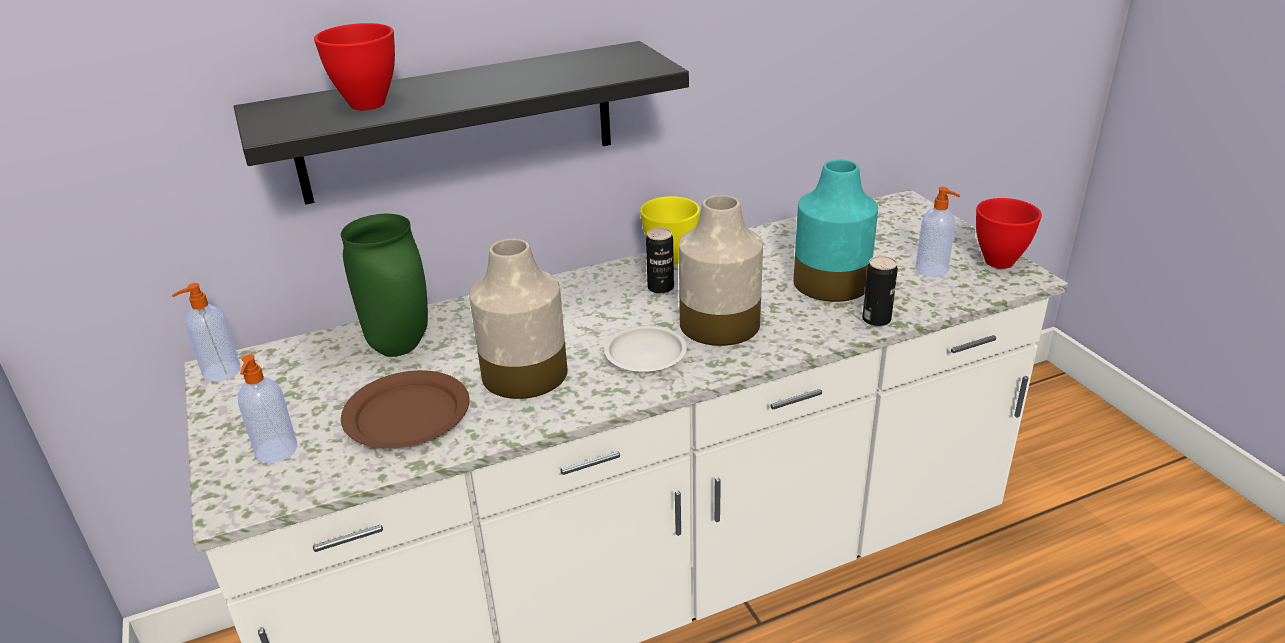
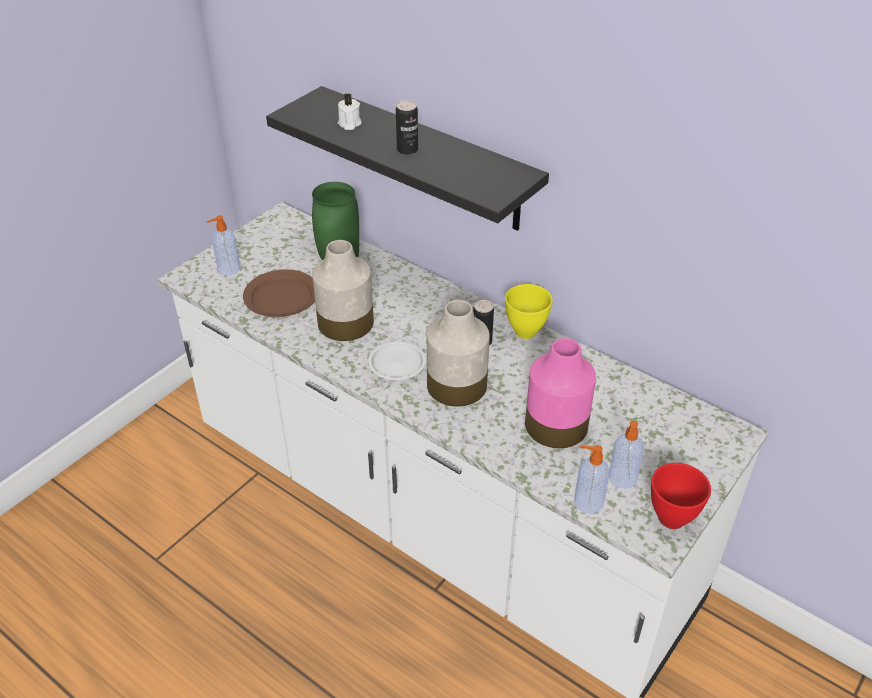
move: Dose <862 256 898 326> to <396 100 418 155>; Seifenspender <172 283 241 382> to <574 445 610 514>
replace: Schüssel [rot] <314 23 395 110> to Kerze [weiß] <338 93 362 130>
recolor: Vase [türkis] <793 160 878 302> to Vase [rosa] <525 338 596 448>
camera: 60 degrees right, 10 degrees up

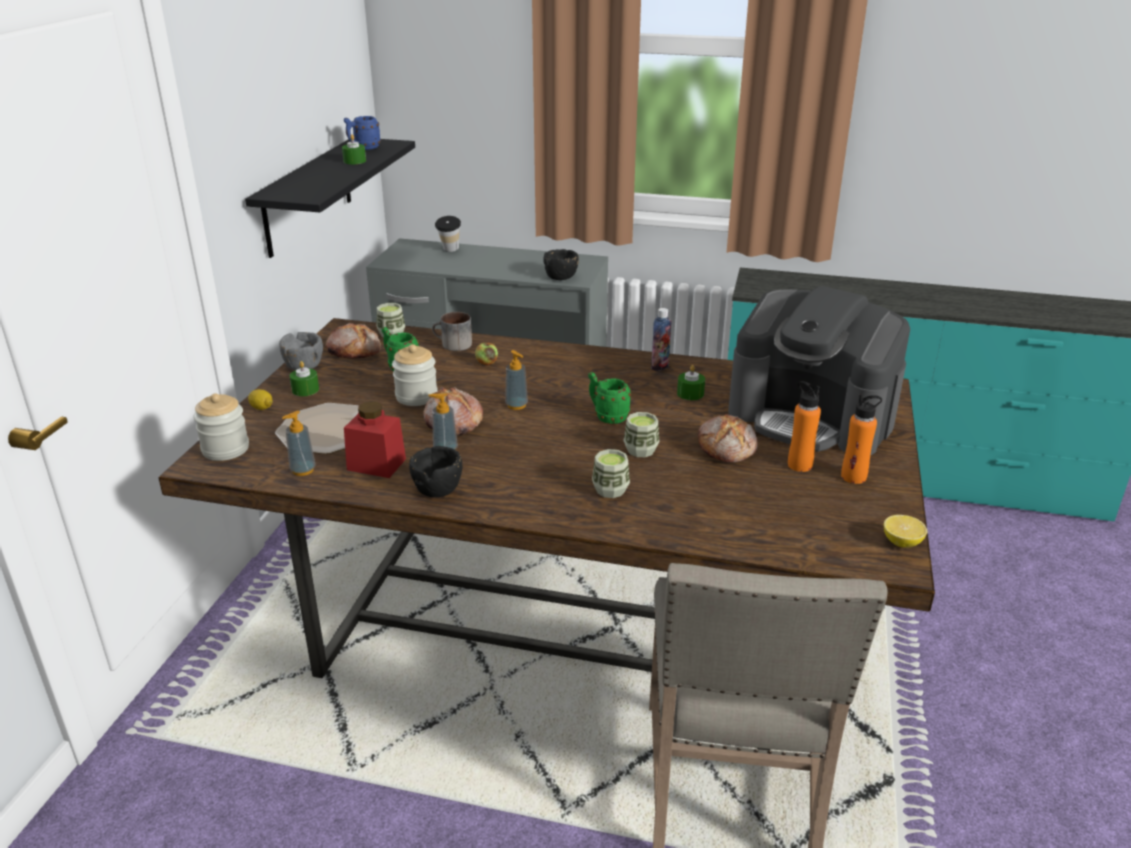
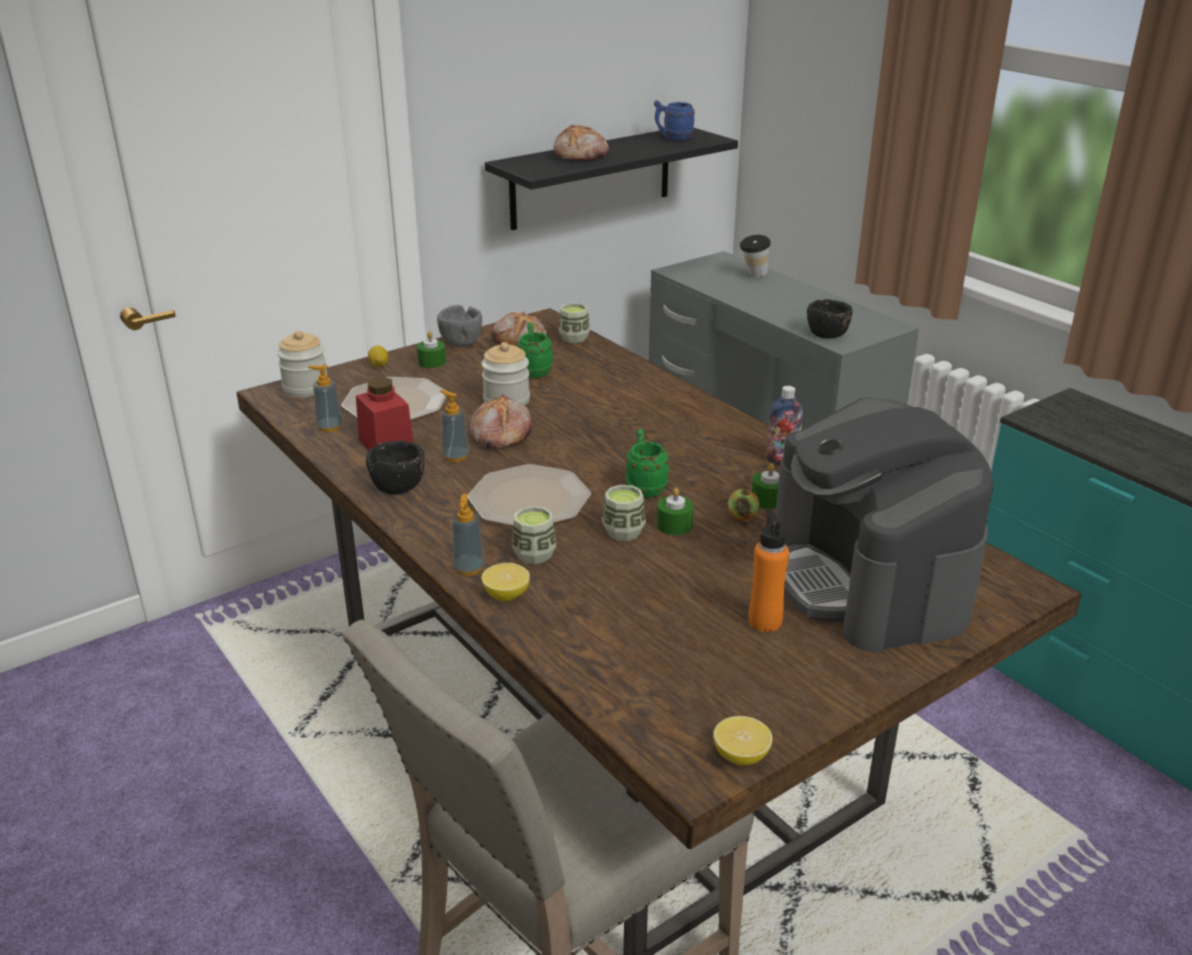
delete: Henkelbecher <432 312 472 351>; Flasche [orange] <841 393 882 484>
insert: Teller <468 464 591 526>; Zitrone <482 563 530 601>
move: Kerze [grün] <342 134 366 164> to <657 488 694 535>; Apfel <475 340 498 365> to <728 487 759 522>; Seifenspender <505 350 528 410> to <452 494 485 576>; Brot <698 414 758 463> to <553 125 609 161>
camera: 40 degrees right, 0 degrees up

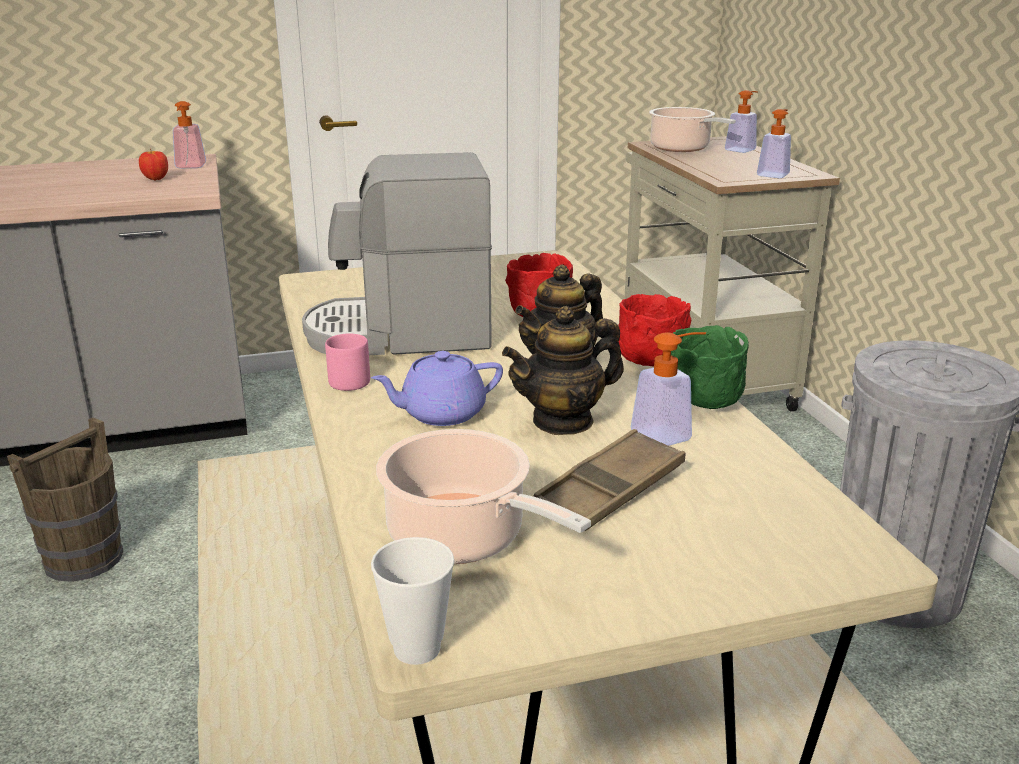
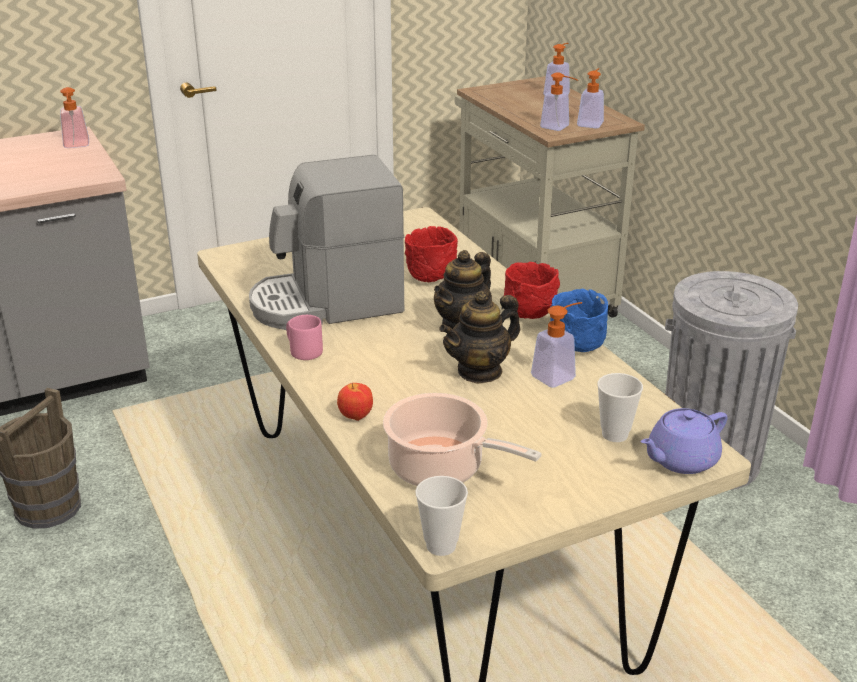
delete: Kochtopf <649 107 736 152>; Tablett [braun] <534 429 685 531>
insert: Seifenspender <540 72 578 131>; Tasse <597 373 643 442>
move: Apfel <139 149 168 181> to <337 383 373 421>; Teekanne [lila] <371 351 503 426> to <641 408 728 474>
recolor: Schüssel [grün] <671 325 749 409> to Schüssel [blau] <550 289 608 352>
camera: 10 degrees left, 5 degrees up

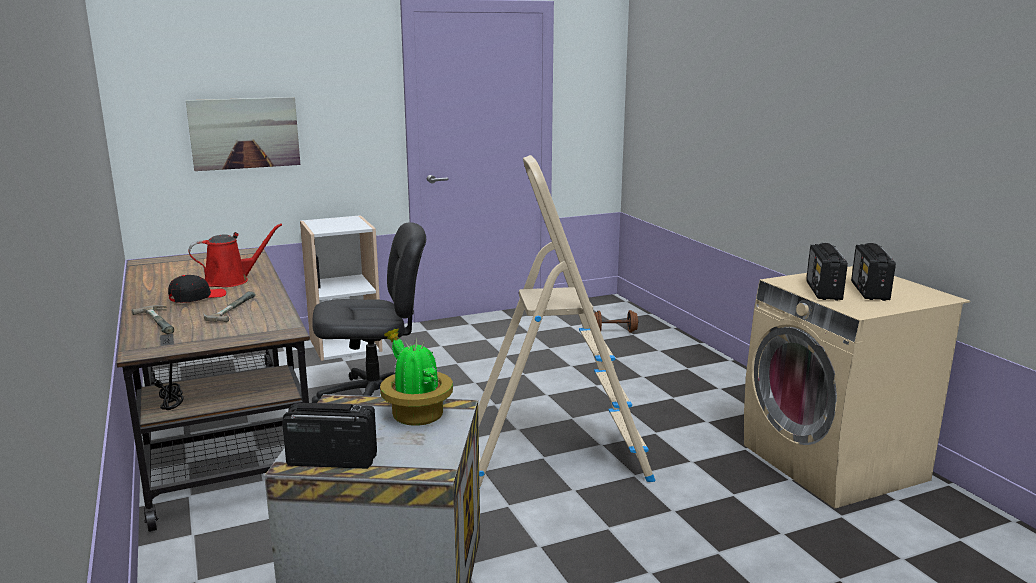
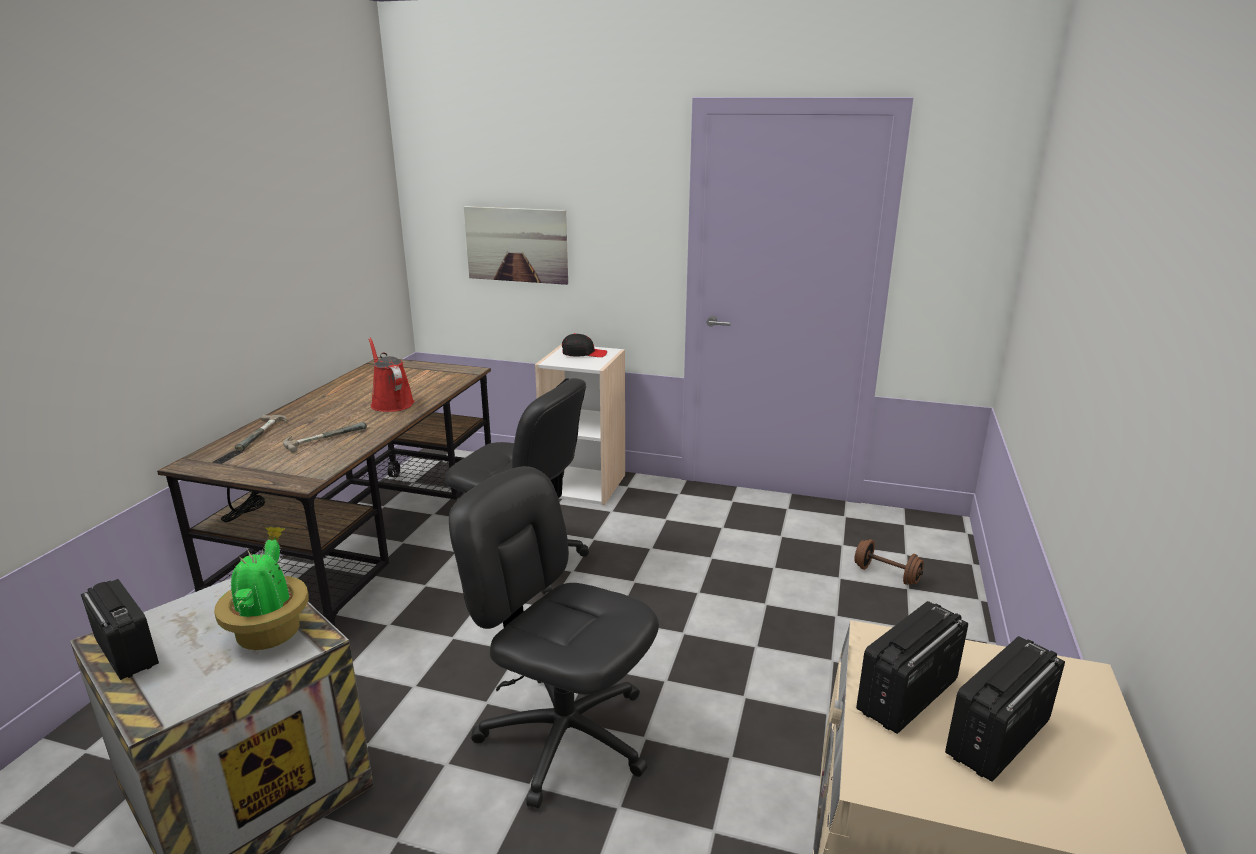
move: Kappe [schwarz] <168 275 226 303> to <562 333 607 357>
replace: Trittleiter [beige] <478 155 656 487> to Bürostuhl [schwarz] <449 466 659 808>
rotate: Gießkanne [rot] <188 223 282 287> = <368 338 414 412> 135 degrees counterclockwise
camera: 40 degrees right, 5 degrees up

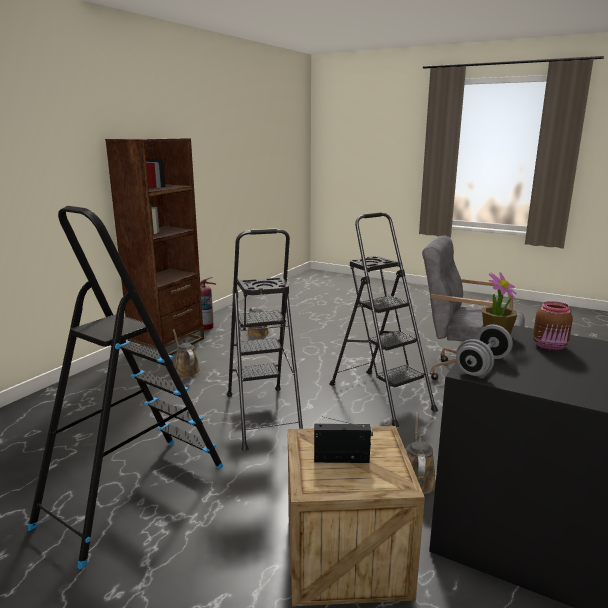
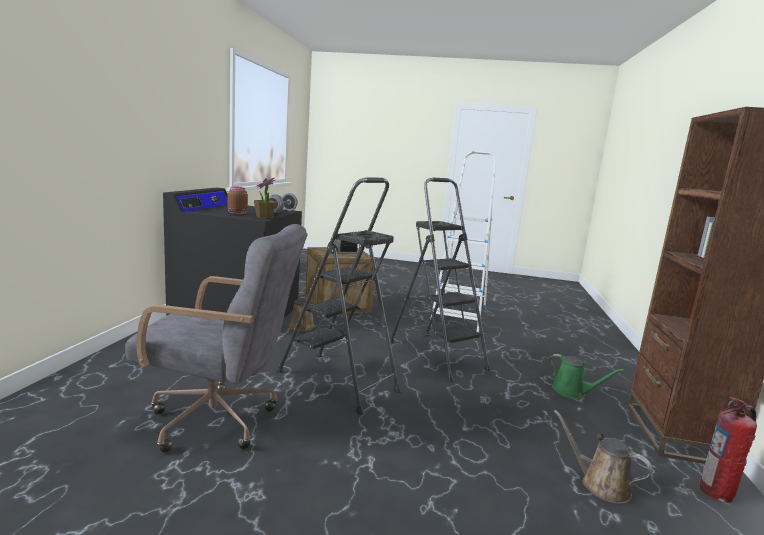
recolor: Trittleiter [schwarz] <28 206 223 569> to Trittleiter [weiß] <430 151 496 333>; Gießkanne [braun] <173 329 200 378> to Gießkanne [grün] <548 354 624 399>
camera: 160 degrees right, 5 degrees down

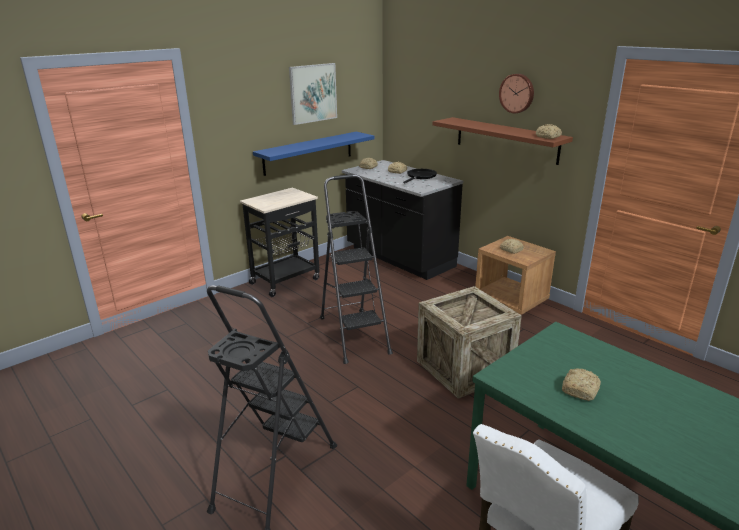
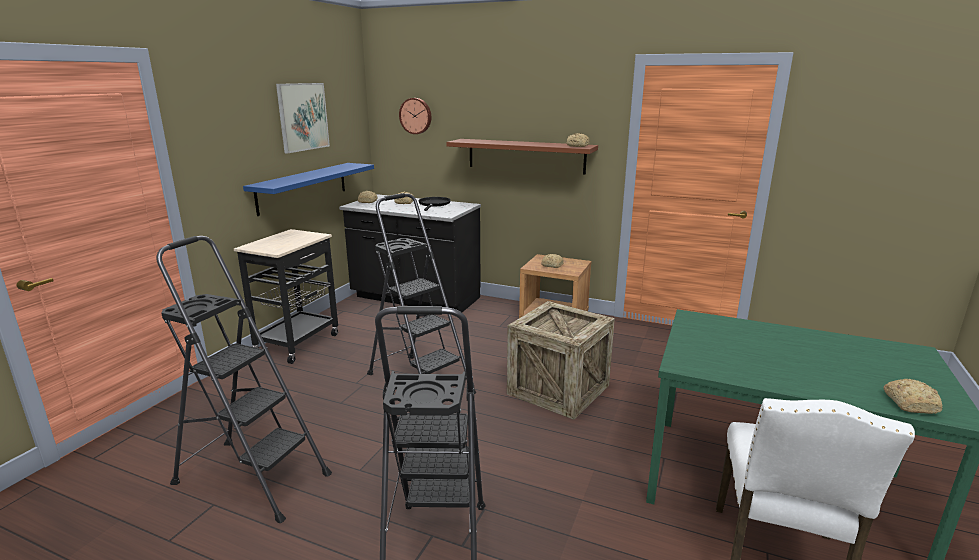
insert: Trittleiter <156 236 332 523>
move: Wanduhr <499 74 534 113> to <399 98 431 134>; Brot <562 368 601 401> to <884 379 942 414>
camera: 25 degrees left, 5 degrees down

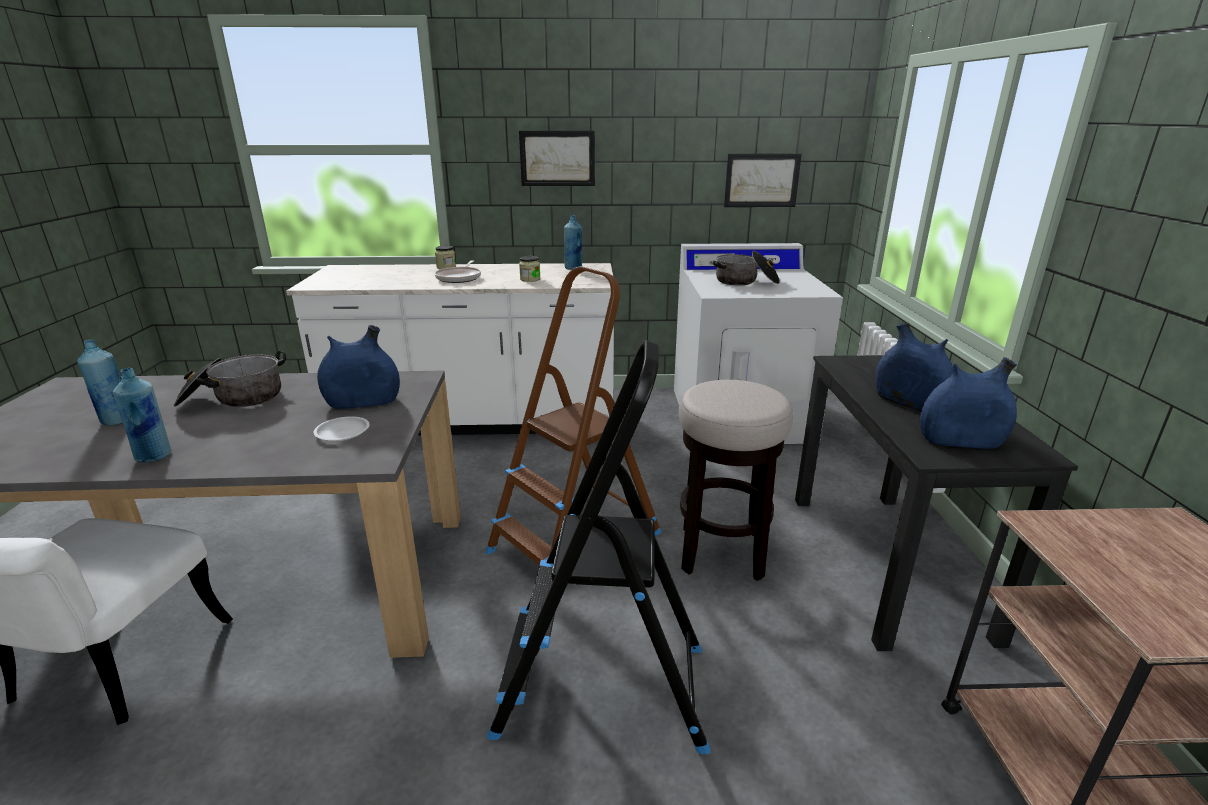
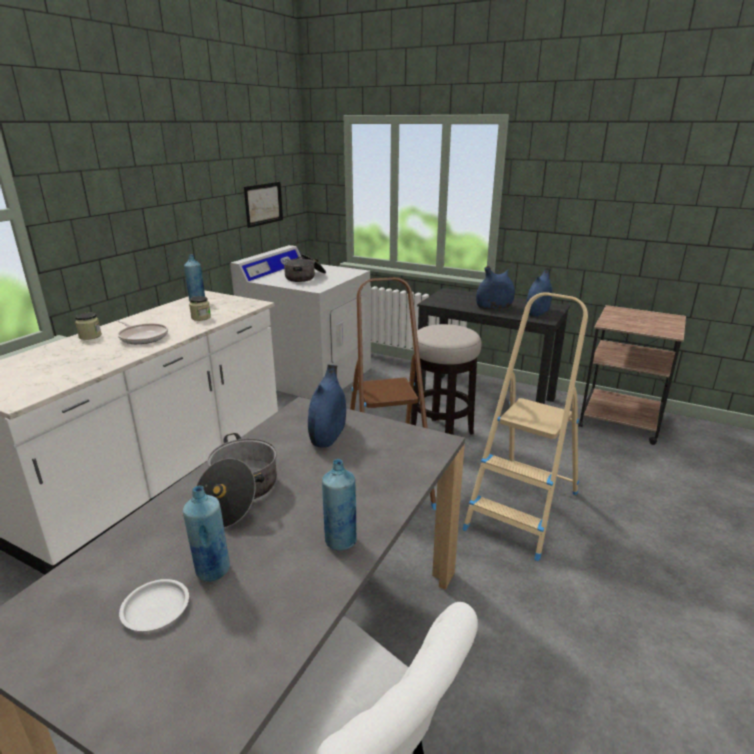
delete: Bild <519 131 595 186>
move: Teller [weiß] <313 416 369 441> to <119 579 189 631>
recolor: Trittleiter [schwarz] <487 340 710 754> to Trittleiter [beige] <463 292 588 561>
camera: 60 degrees left, 0 degrees up

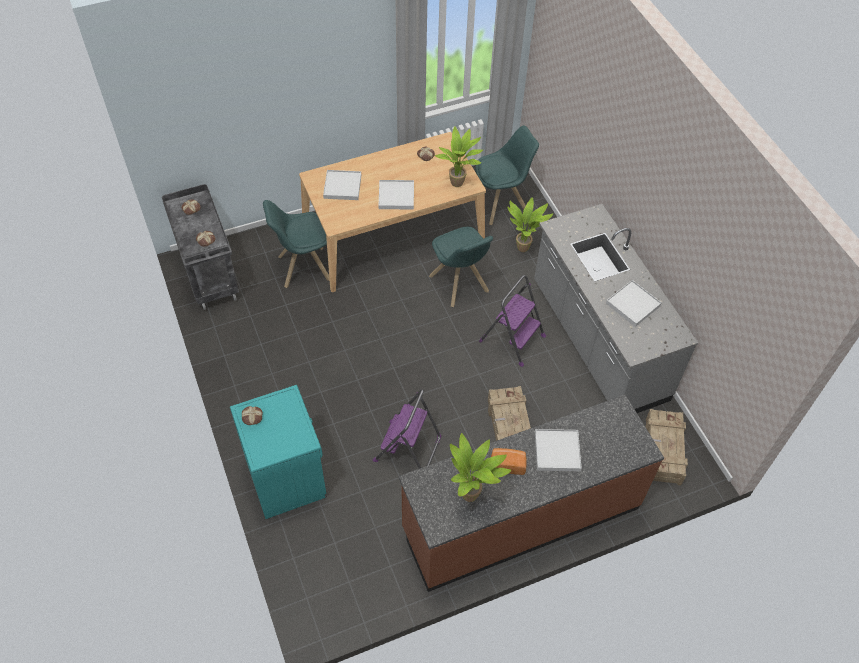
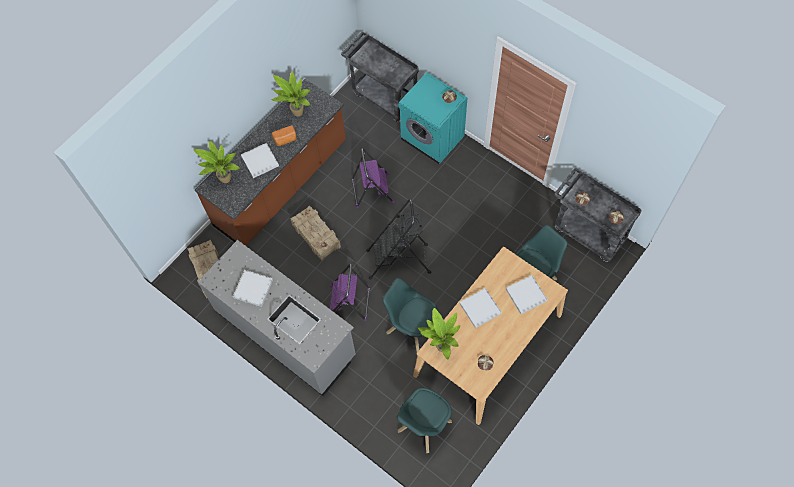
insert: Rollwagen [grau] <341 32 418 122>; Trittleiter <366 199 432 280>
move: Topfpflanze <507 197 553 252> to <194 140 240 183>
camera: 155 degrees right, 10 degrees up

